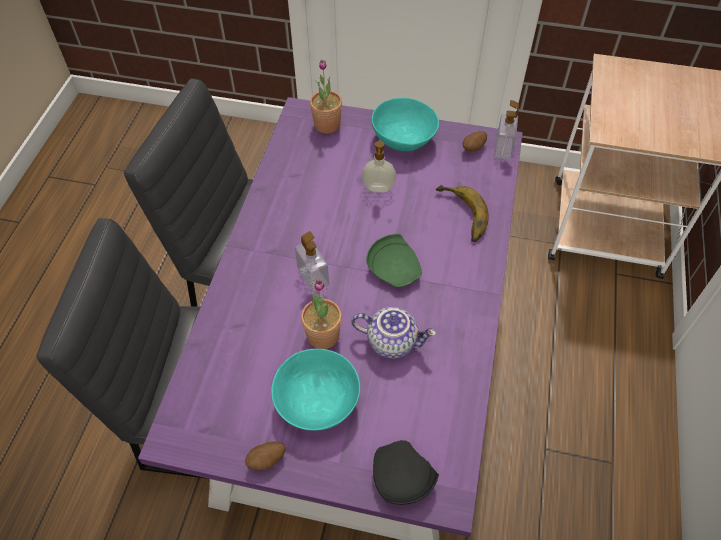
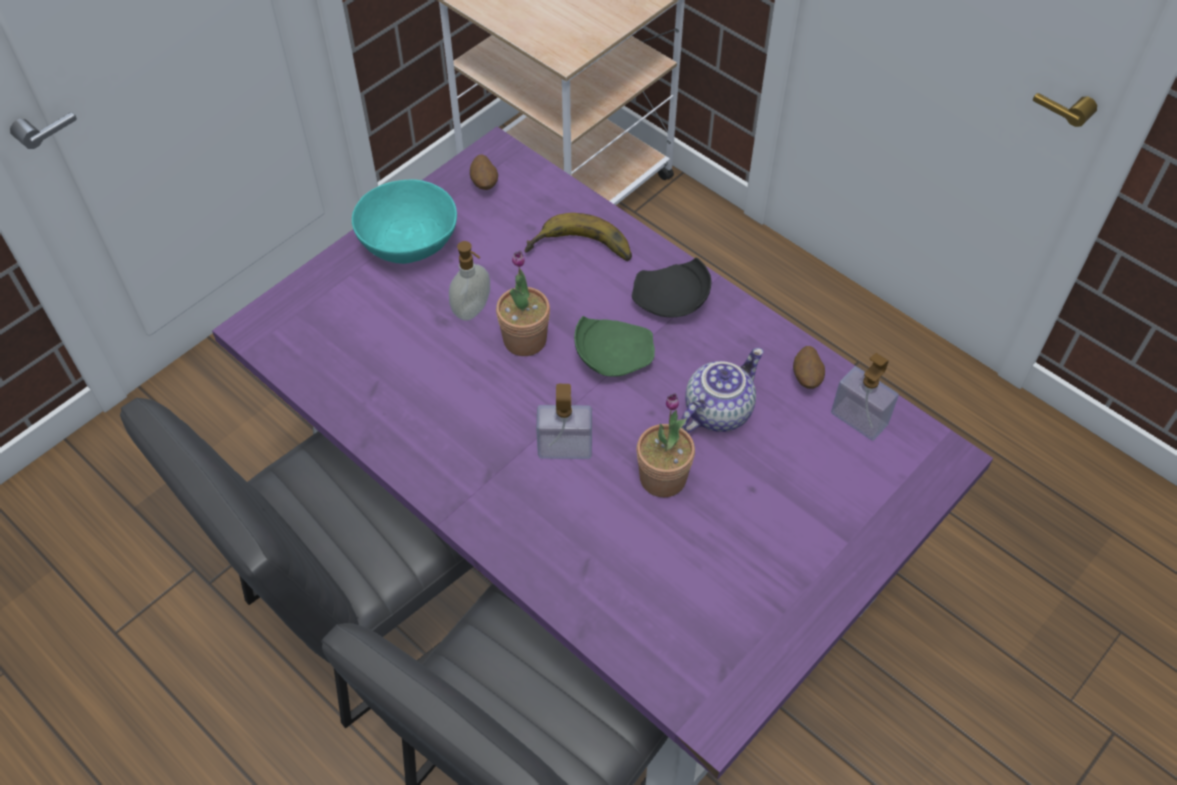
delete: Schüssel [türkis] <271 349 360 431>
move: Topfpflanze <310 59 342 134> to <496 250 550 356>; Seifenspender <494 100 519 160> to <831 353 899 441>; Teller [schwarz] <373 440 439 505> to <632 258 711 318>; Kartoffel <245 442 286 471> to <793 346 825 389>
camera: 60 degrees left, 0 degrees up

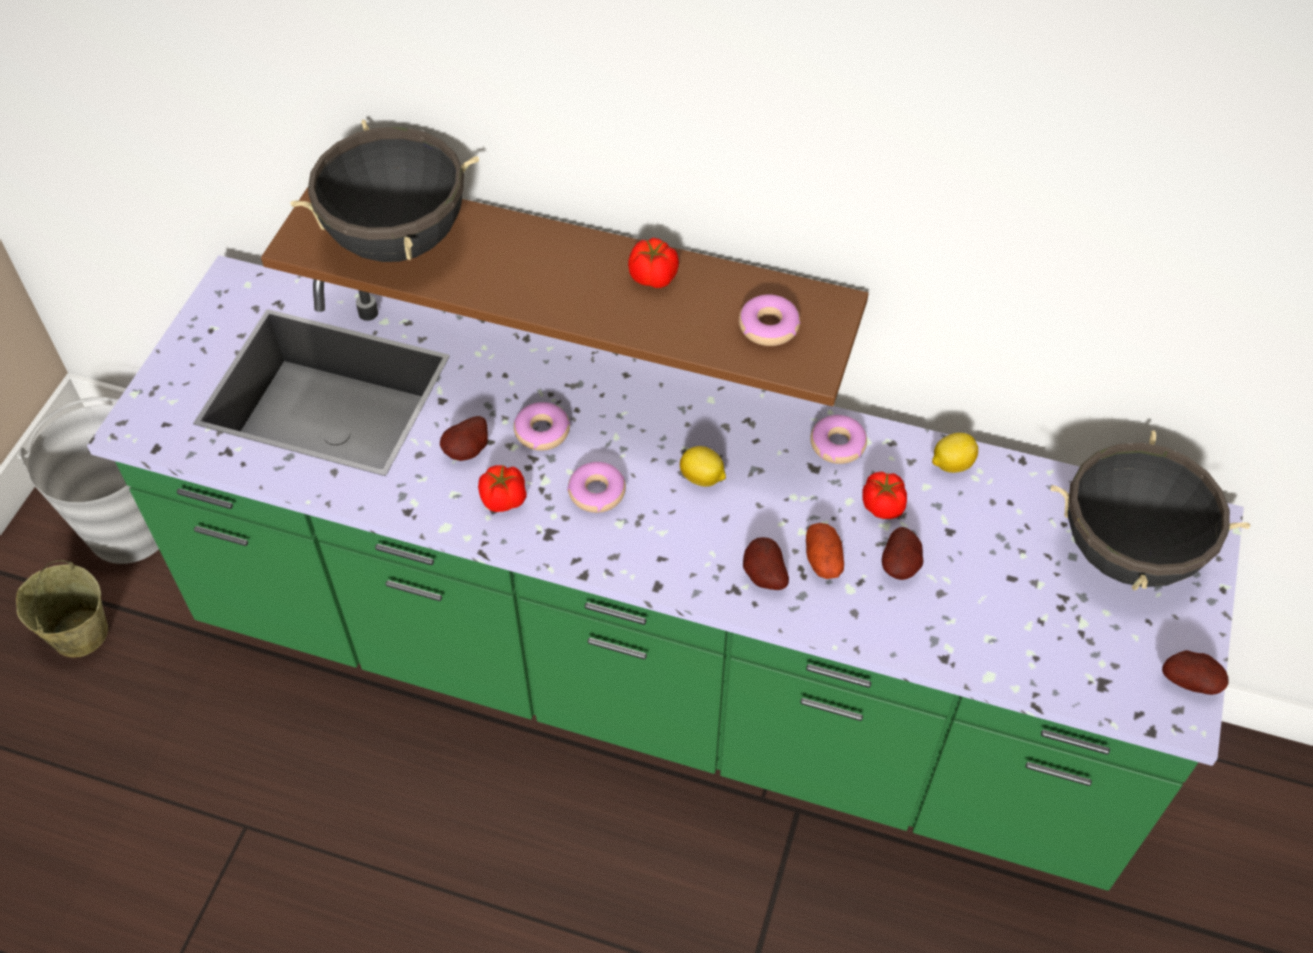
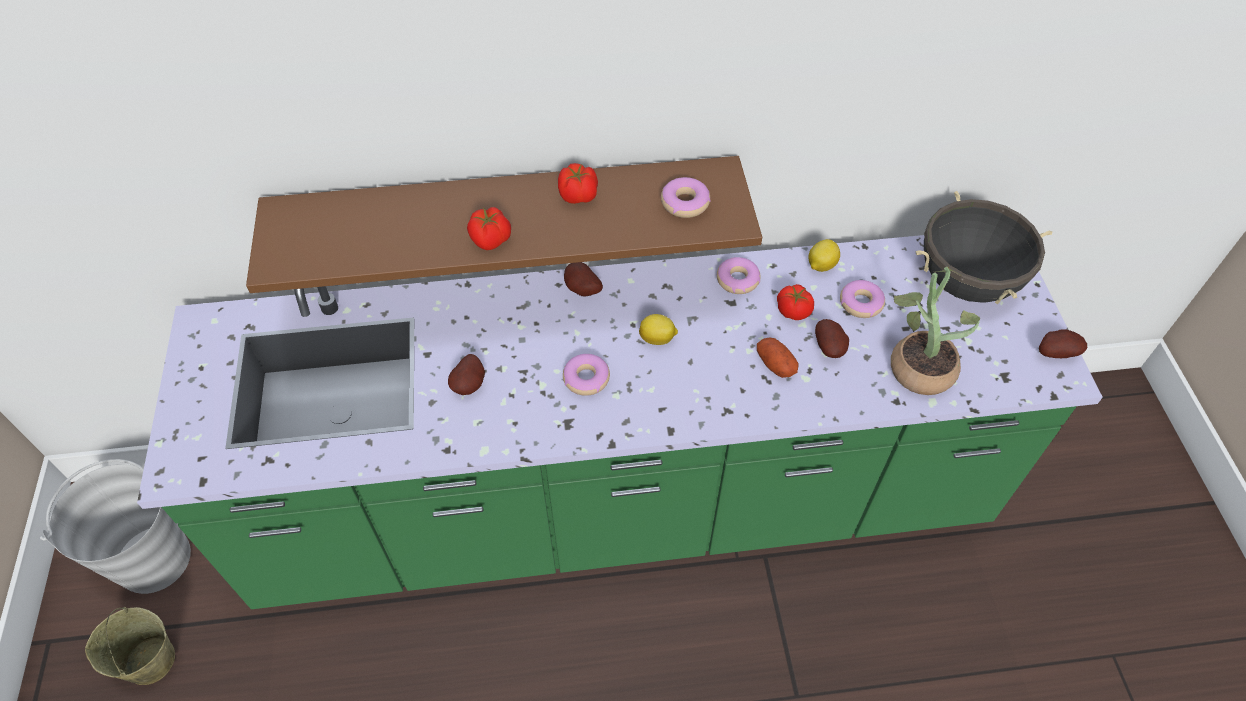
delete: Kochtopf [schwarz] <290 120 479 262>
insert: Topfpflanze <891 267 980 395>
move: Donut <514 402 570 451> to <840 280 885 318>; Tomate <478 464 527 512> to <467 207 511 250>; Kartoffel <743 537 789 590> to <564 262 603 297>
camera: 25 degrees left, 0 degrees up

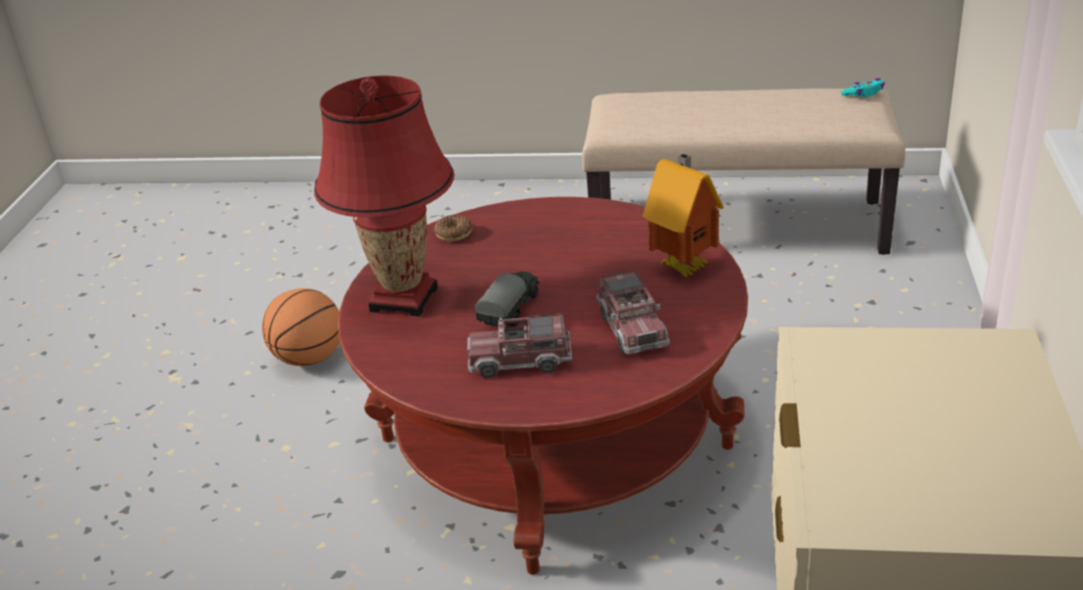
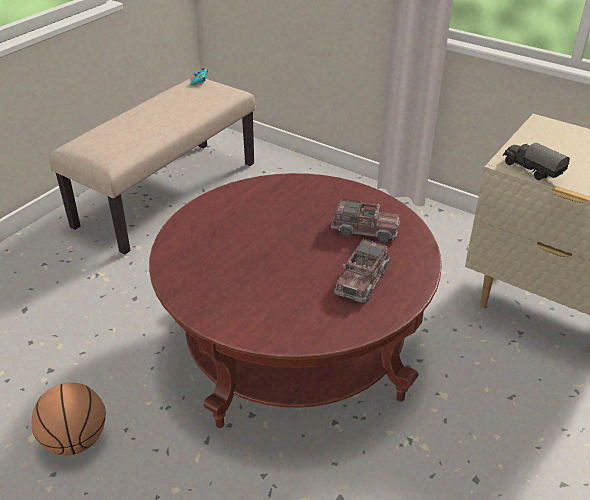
delete: Tischlampe [rot] <314 75 454 317>; Spielzeughaus <643 153 724 278>; Donut <434 215 473 241>
move: Spielzeuglaster <475 271 539 327> to <503 143 570 180>
camera: 65 degrees left, 5 degrees up

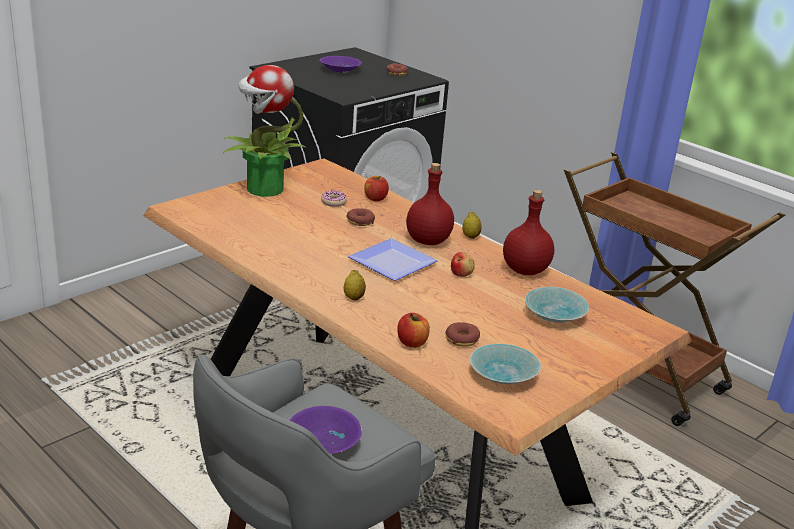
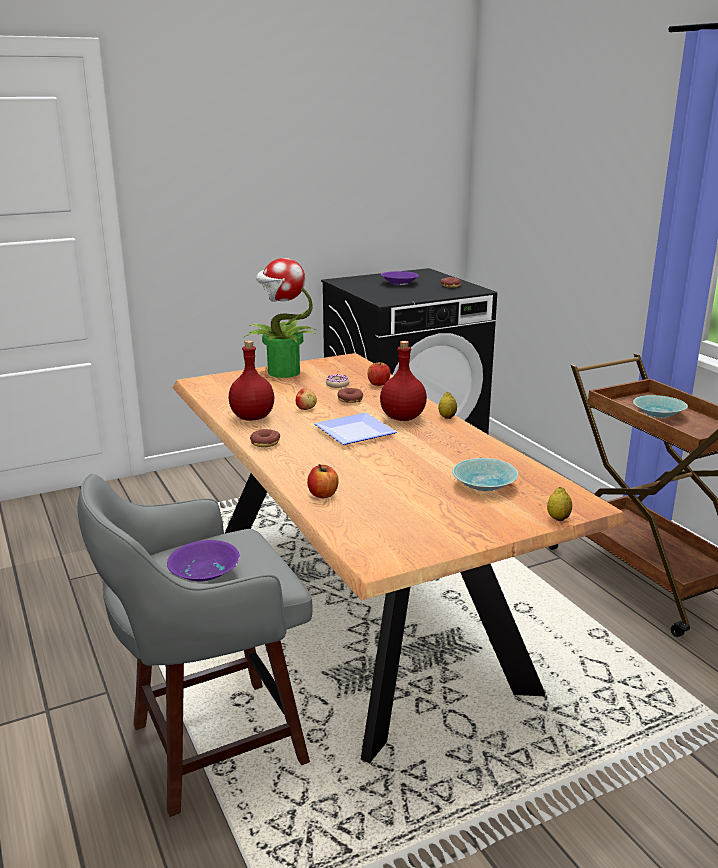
move: Flasche [rot] <503 190 554 275> to <229 340 274 421>; Apfel <451 252 475 277> to <296 388 317 410>; Zitrone <343 270 366 301> to <547 487 572 521>; Donut <445 322 480 347> to <250 429 280 447>; Schüssel [türkis] <470 344 541 384> to <633 395 688 418>
camera: 20 degrees right, 5 degrees down

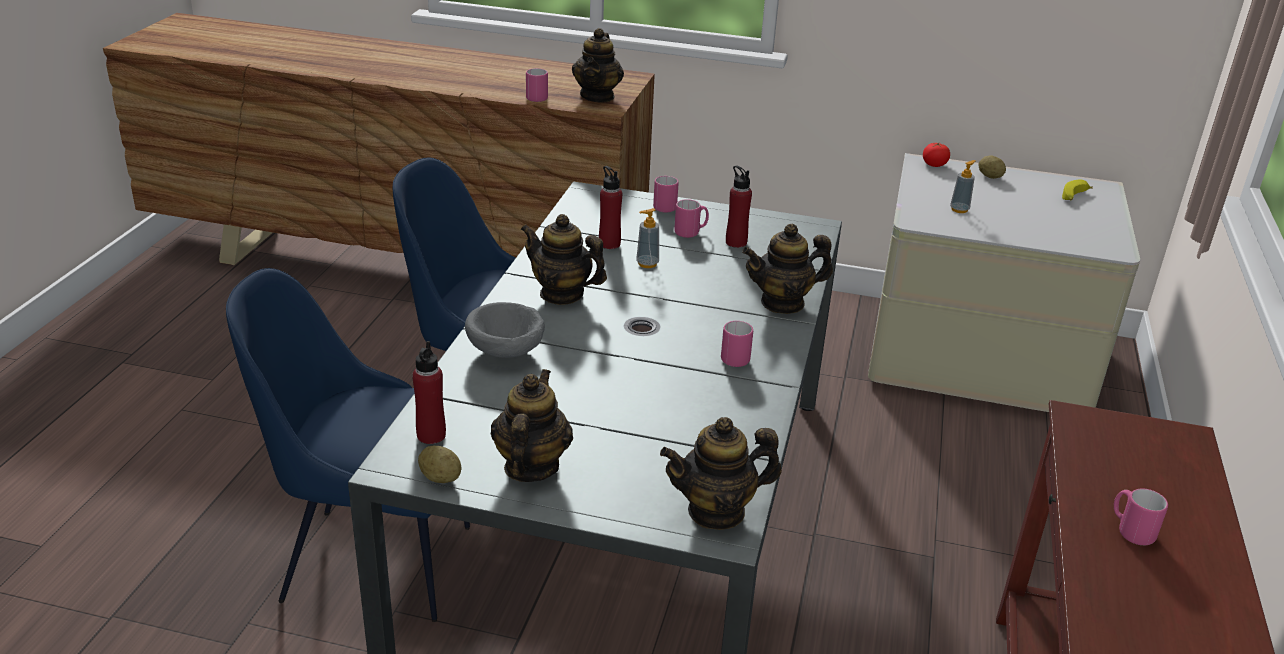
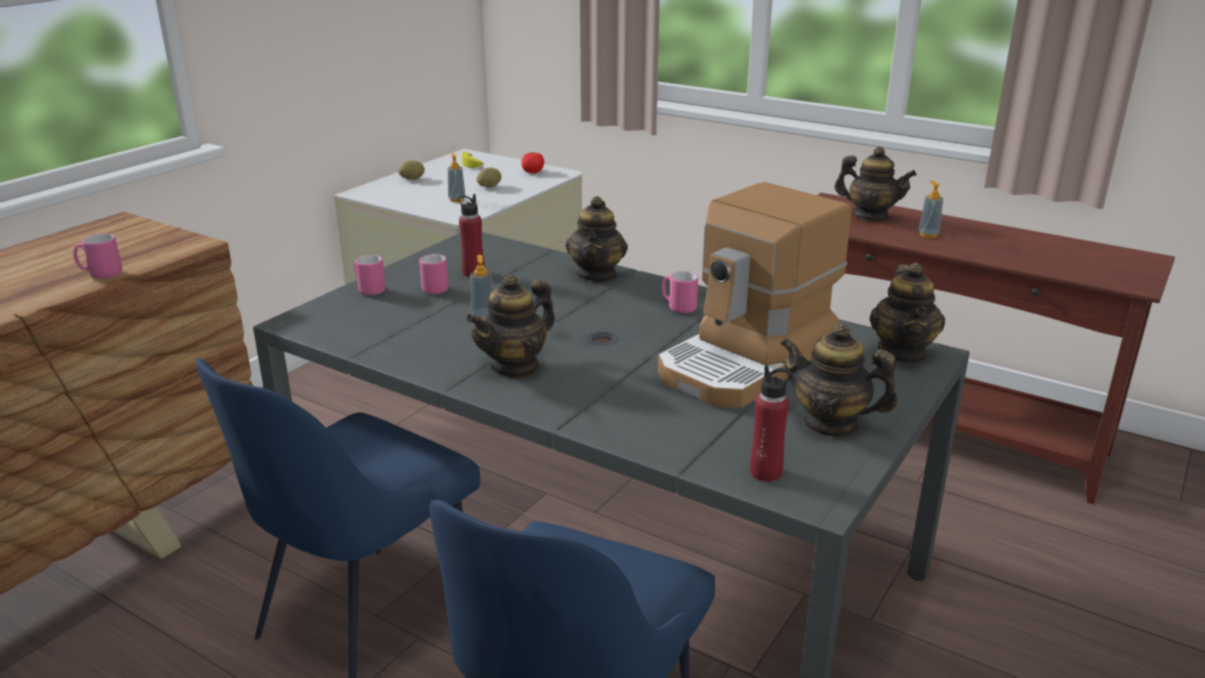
delete: Flasche [rot] <599 166 622 249>; Schüssel [grau] <465 302 545 358>
insert: Kaffeemaschine <658 182 851 408>
move: Teekanne <572 28 624 102> to <834 147 917 221>; Tomate <923 143 950 167> to <522 152 544 173>; Kartoffel <418 446 462 483> to <476 168 502 187>
replace: Henkelbecher [rosa] <1114 488 1168 545> to Seifenspender <919 180 943 238>
camera: 70 degrees left, 5 degrees down

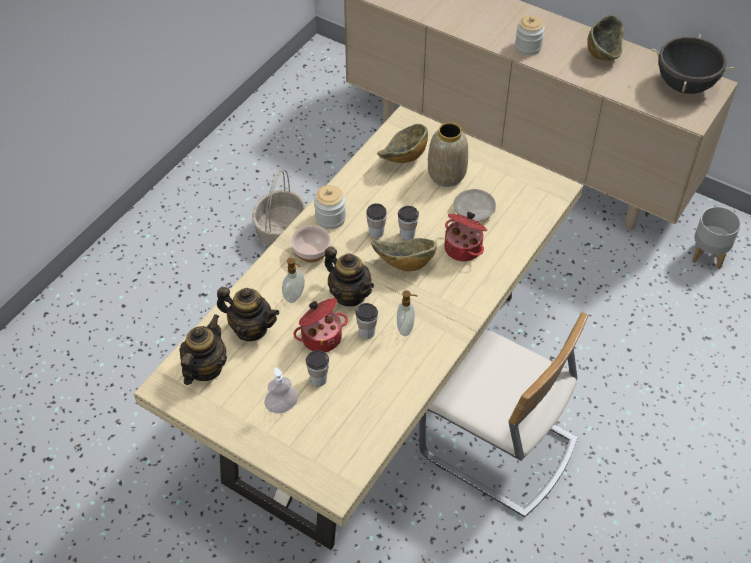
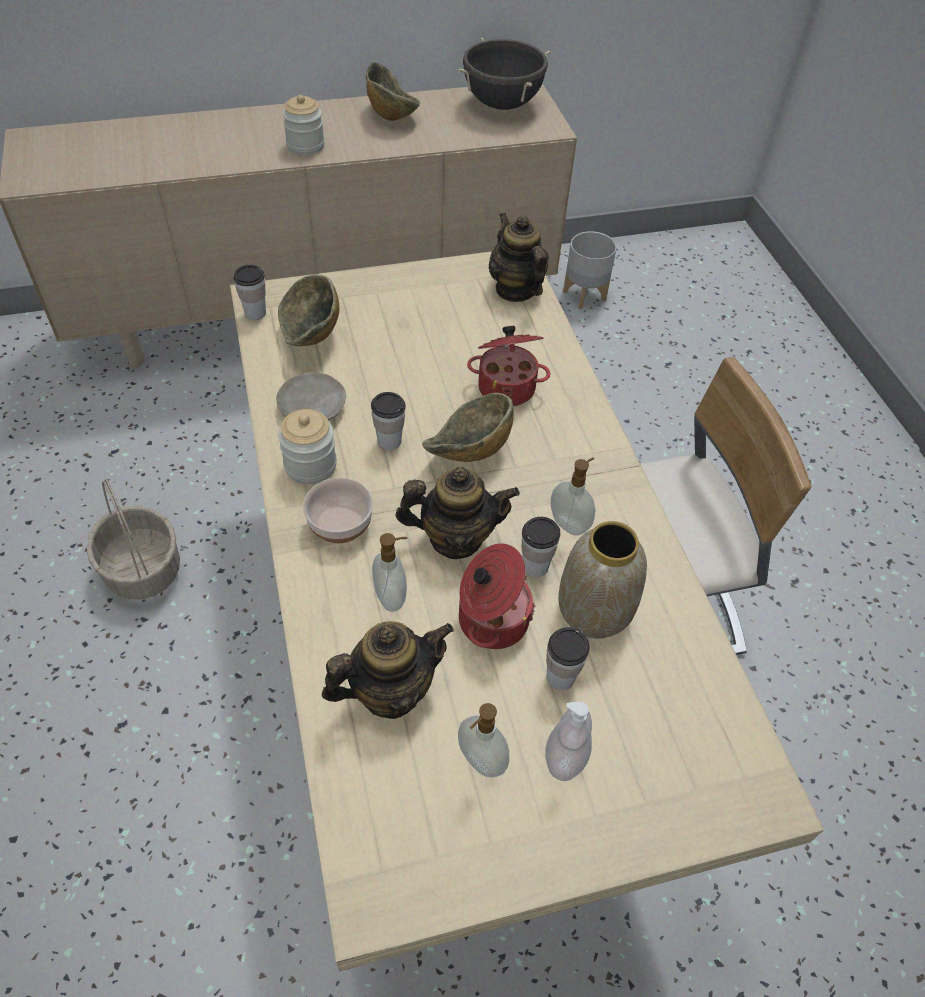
insert: Seifenspender <458 703 509 777>
move: Vase <428 122 468 187> to <558 521 647 639>; Teller [beige] <453 189 496 222> to <276 372 346 420>; Tasse <398 206 419 240> to <233 265 266 320>; Teekanne <180 314 227 385> to <489 213 549 302>
camera: 50 degrees left, 0 degrees up

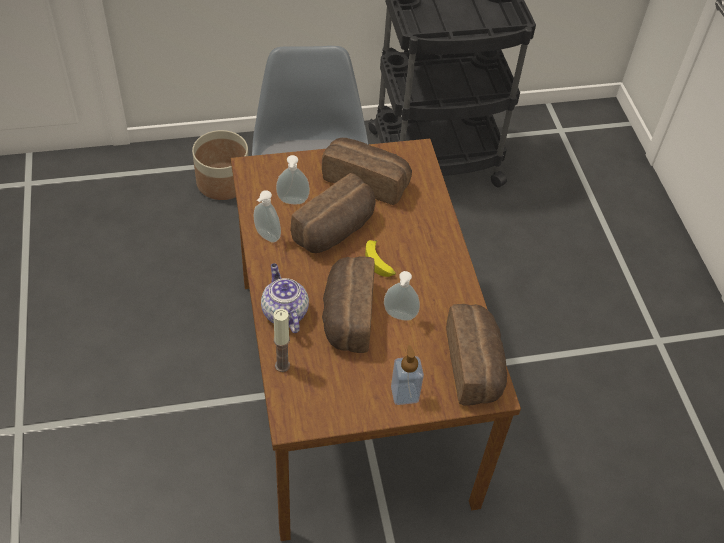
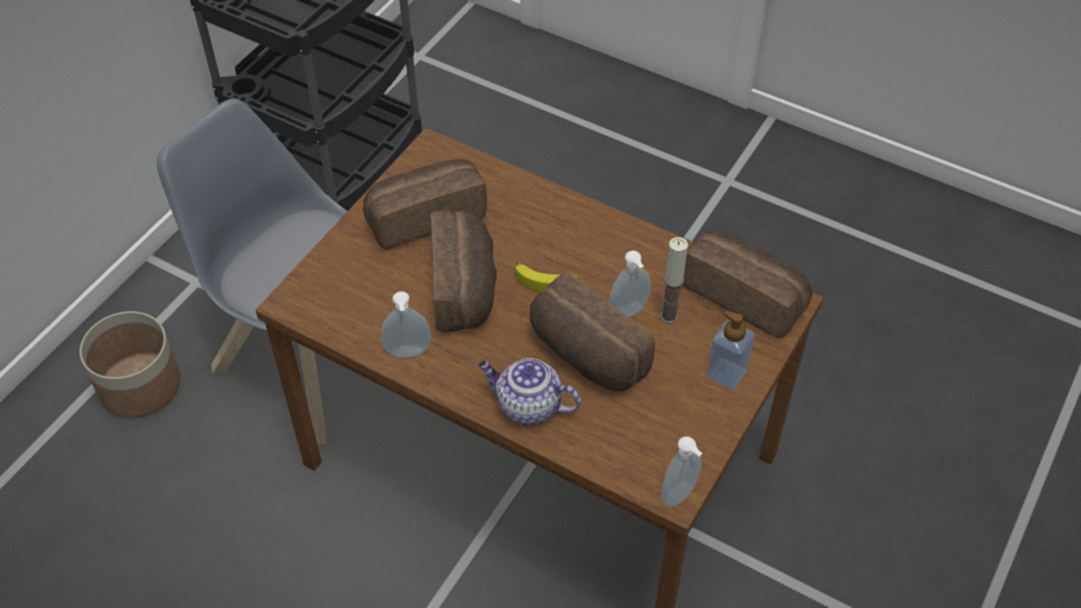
move: Seifenspender <276 155 310 204> to <661 437 703 507>; Kerze <274 309 290 372> to <660 237 688 324>
camera: 45 degrees left, 0 degrees up

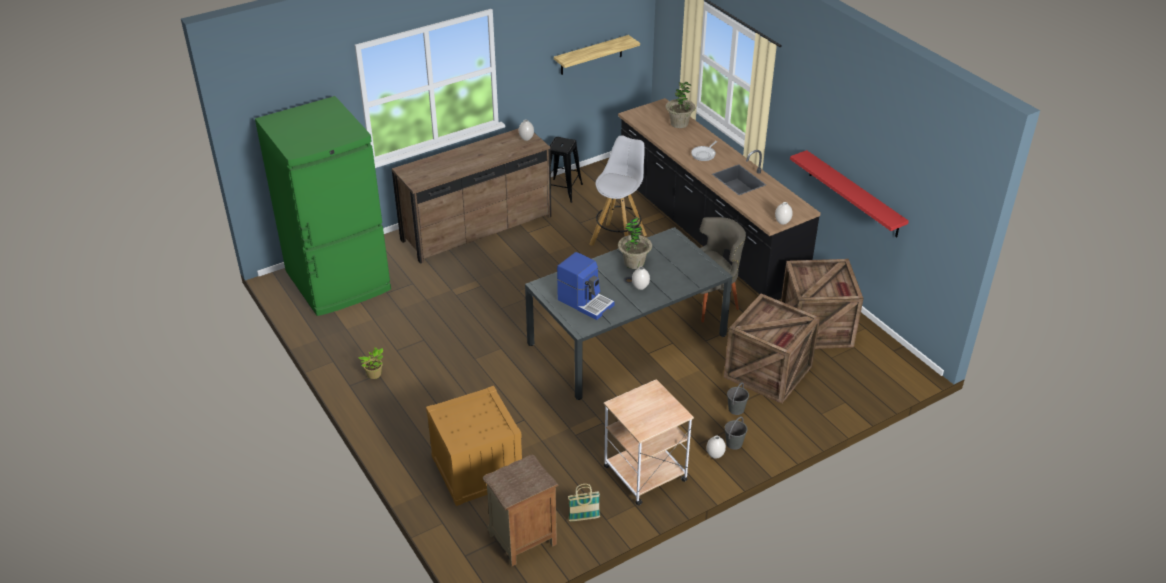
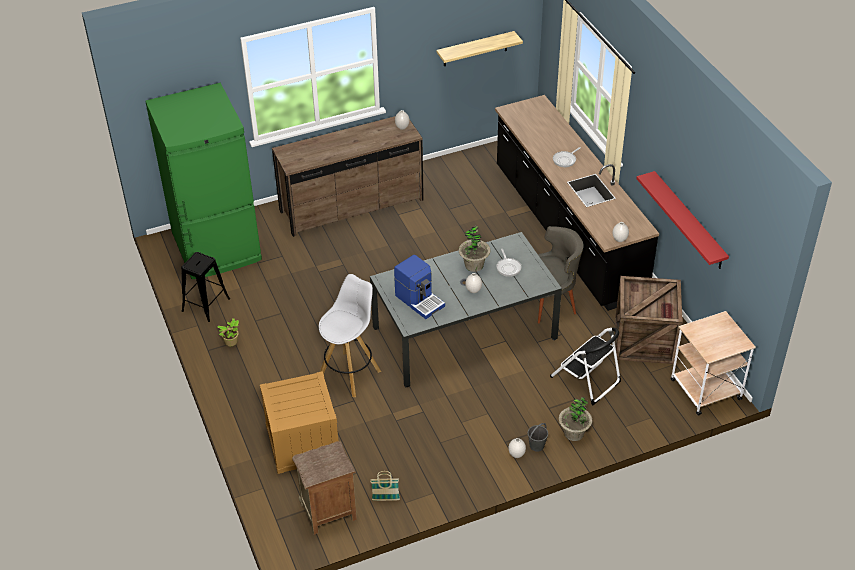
delete: Eimer [grau] <727 382 749 415>
insert: Pfanne <497 249 522 277>
move: Topfpflanze <665 82 696 128> to <559 397 592 441>; Hocker [weiß] <590 135 647 246> to <319 274 381 397>; Hocker [schwarz] <550 137 583 203> to <181 252 230 322>; Rollwagen [beige] <604 379 694 505> to <670 311 756 415>
replace: Kiste <724 294 820 404> to Trittleiter <550 328 621 405>
camera: 10 degrees right, 5 degrees up

